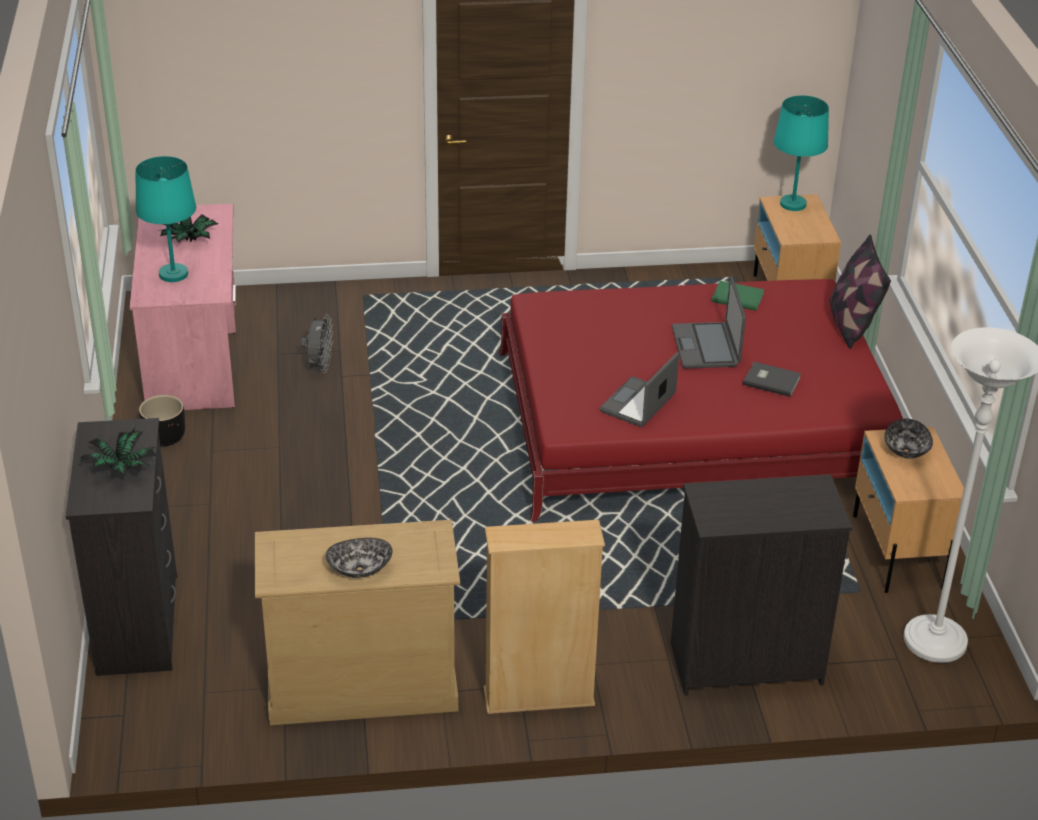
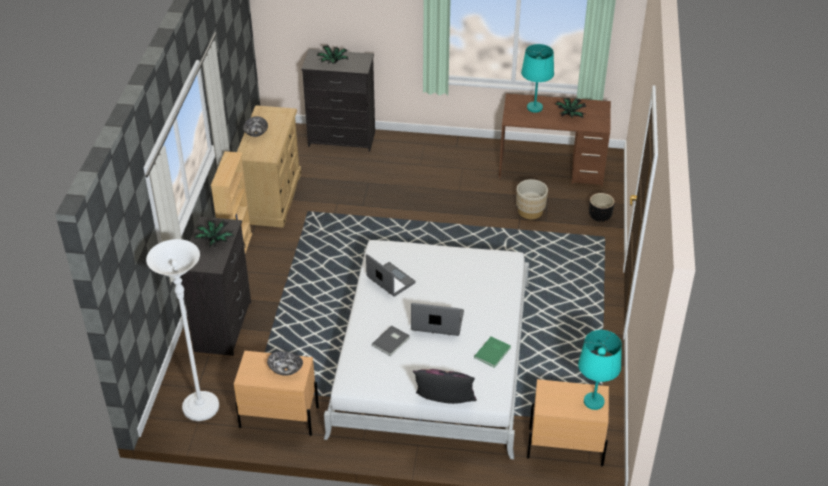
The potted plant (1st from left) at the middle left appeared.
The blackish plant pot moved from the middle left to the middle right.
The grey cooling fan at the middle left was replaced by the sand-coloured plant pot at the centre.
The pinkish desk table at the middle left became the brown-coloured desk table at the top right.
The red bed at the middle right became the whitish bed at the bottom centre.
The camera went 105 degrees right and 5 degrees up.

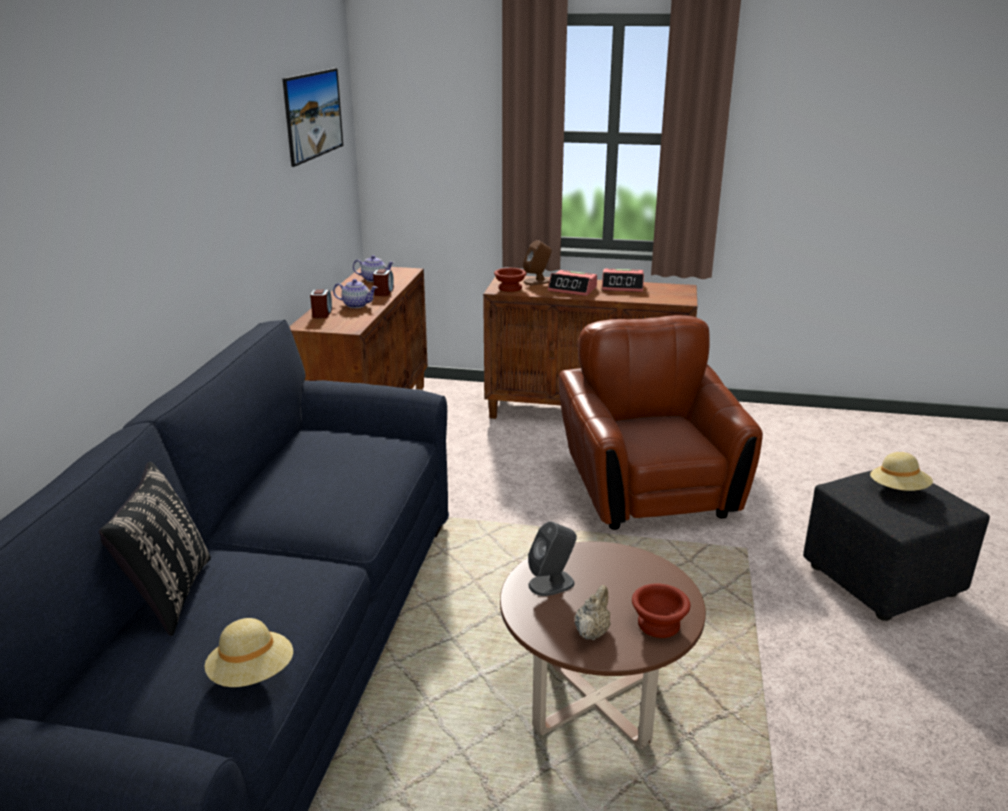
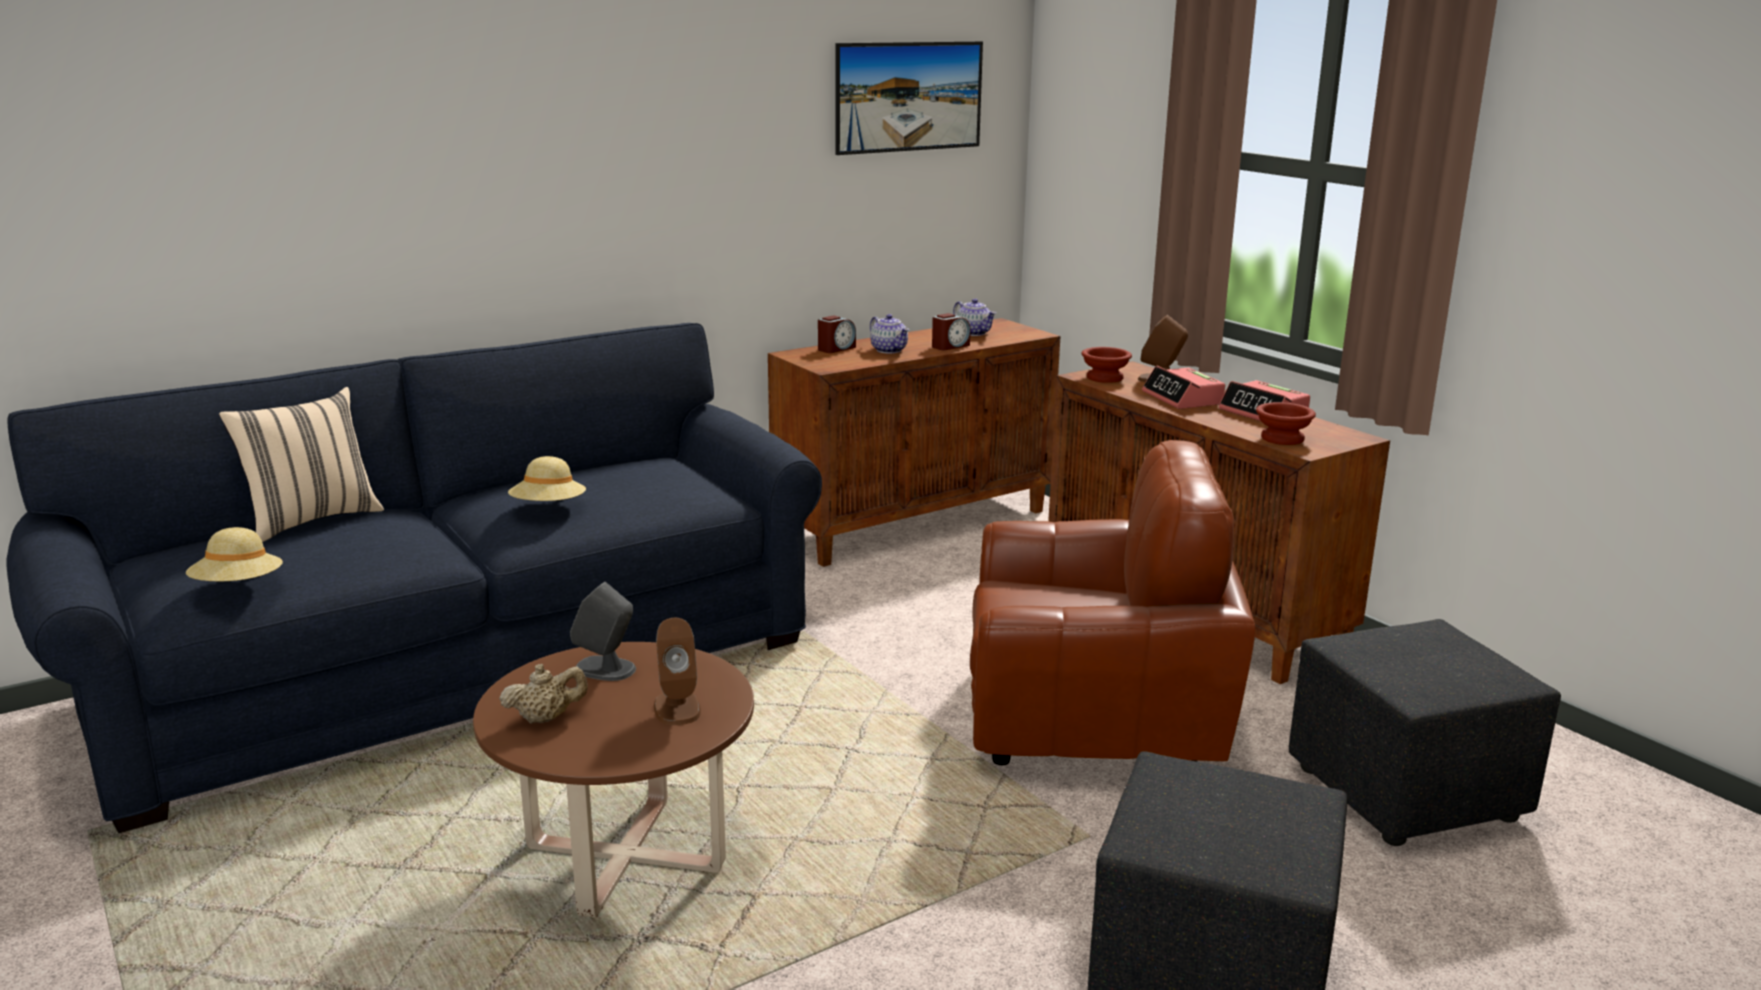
The brown-coloured loudspeaker (1st from left) at the bottom centre appeared.
The blackish pouffe (2nd from left) at the bottom right appeared.
The brown-coloured bowl (2nd from left) moved from the bottom centre to the middle right.
The sand-coloured clothing hat (2nd from left) moved from the middle right to the middle left.
The blackish pillow at the bottom left became the sand-coloured pillow at the middle left.
The brown-coloured easy chair at the centre turned 60 degrees clockwise.
The camera went 45 degrees right and 5 degrees down.

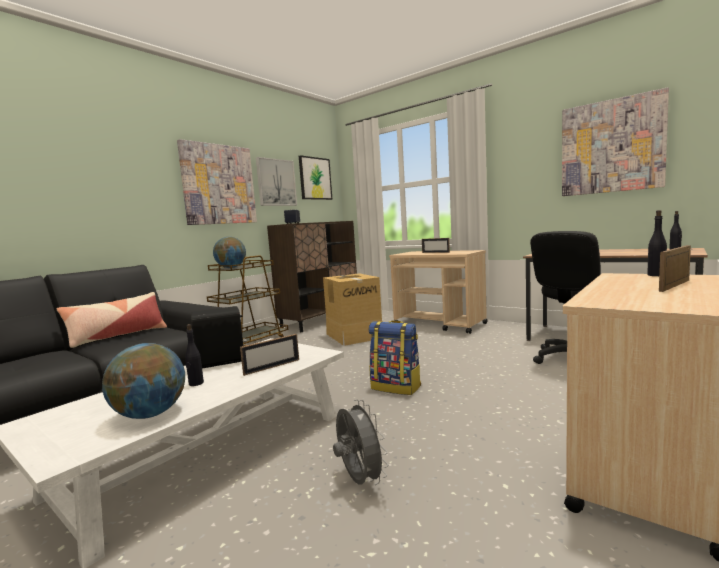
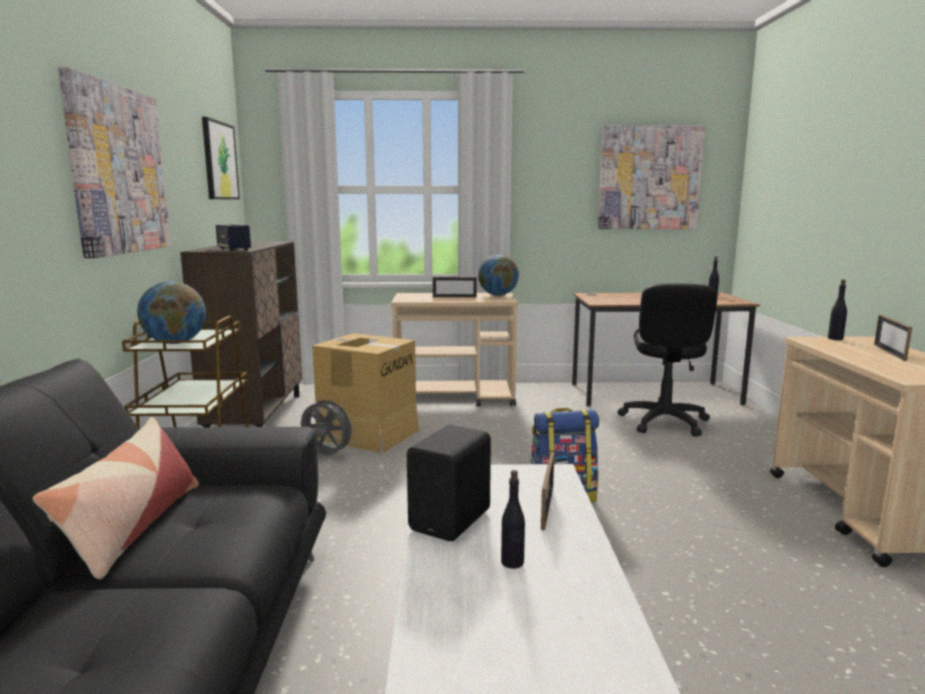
The wall art (2nd from left) at the top centre disappeared.
The desk globe (1st from left in the first image) moved from the bottom left to the centre.
The grey cooling fan moved from the bottom centre to the centre.
The camera went 40 degrees left and 5 degrees up.

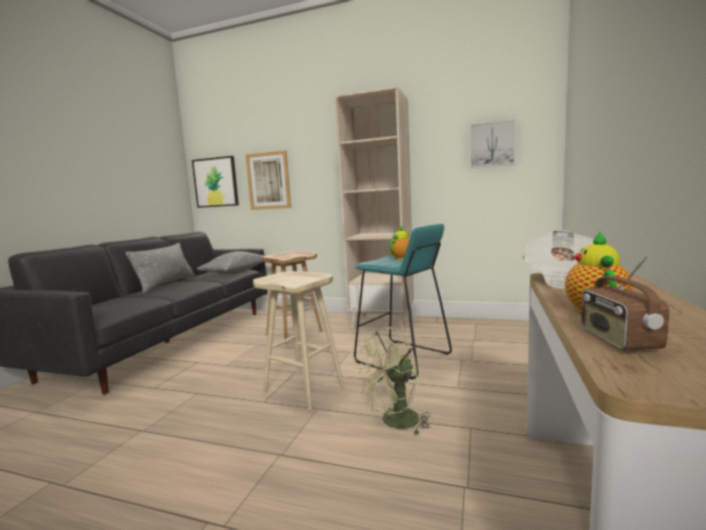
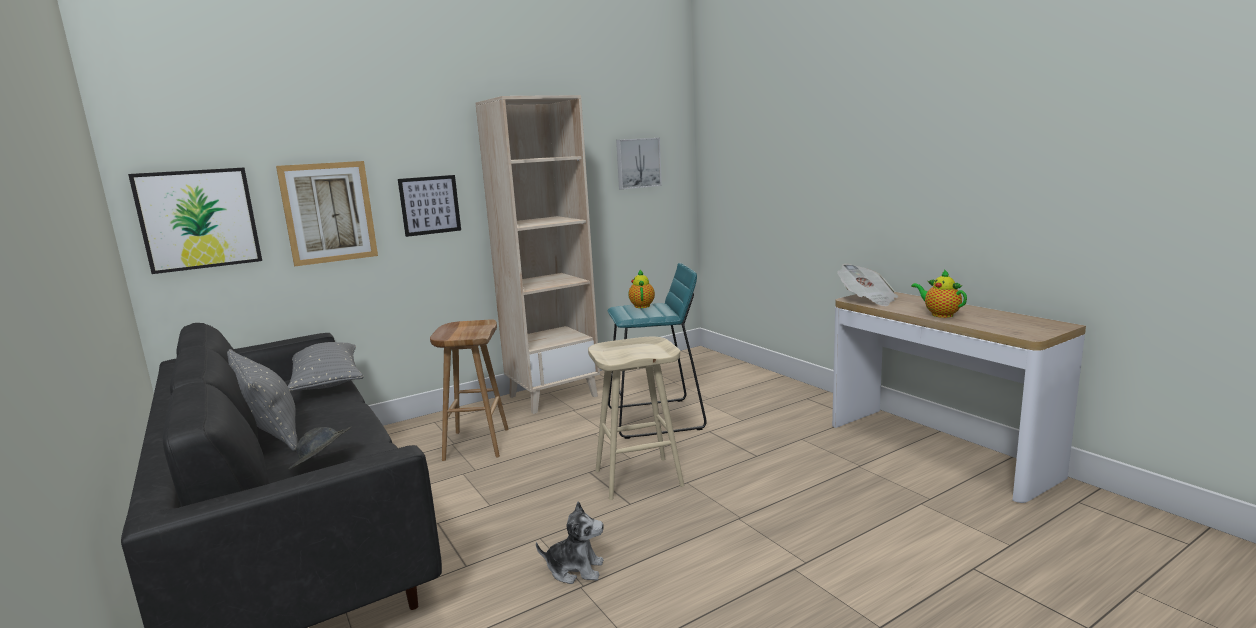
The green-coloured cooling fan at the bottom centre disappeared.
The radio at the middle right disappeared.
The grey clothing hat at the bottom left appeared.
The wall art (3rd from left) at the top centre appeared.
The cuddly toy at the bottom centre appeared.
The camera went 50 degrees left and 5 degrees up.

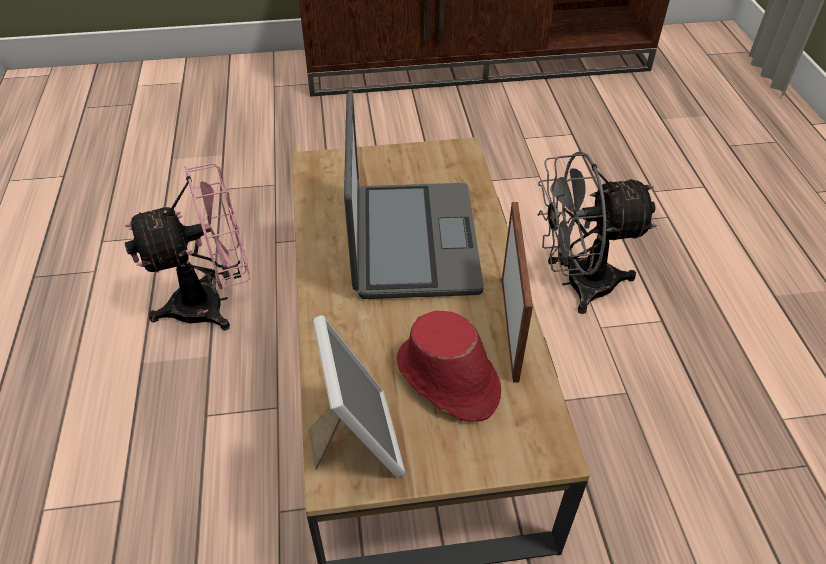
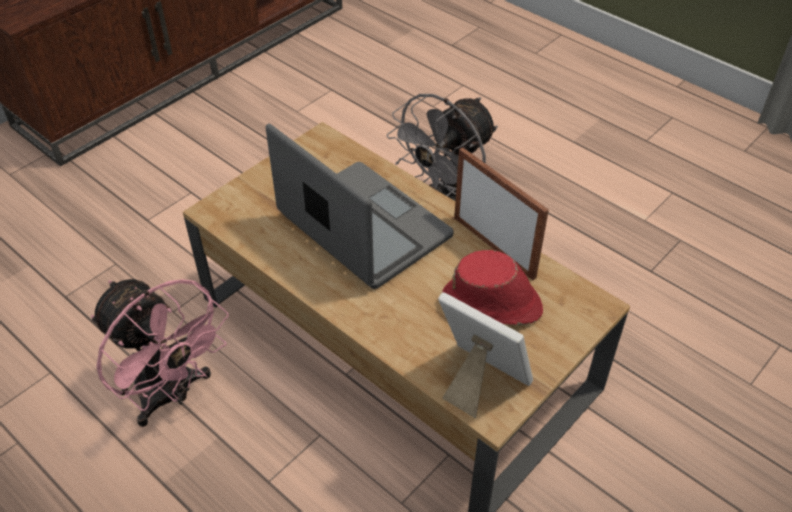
The pinkish cooling fan at the middle left turned 105 degrees clockwise.
The camera went 40 degrees left and 0 degrees up.

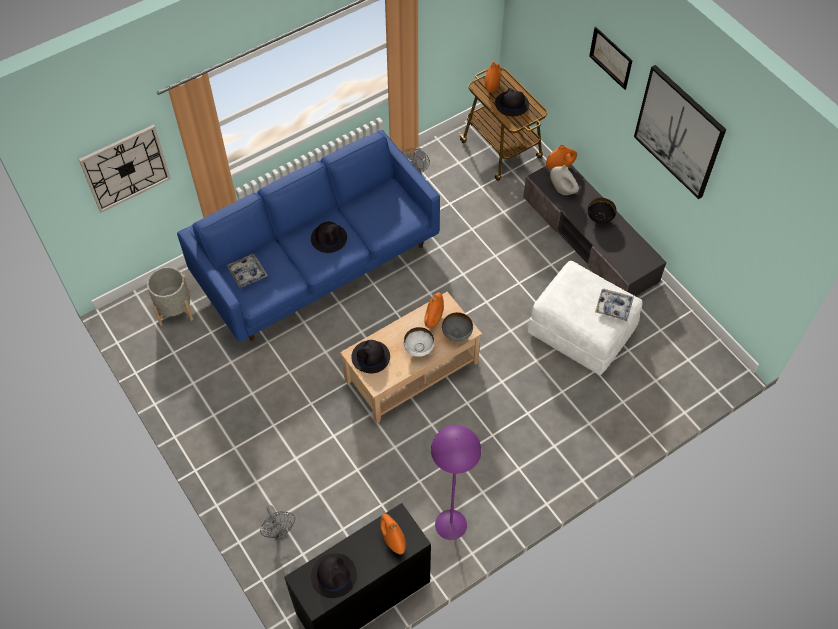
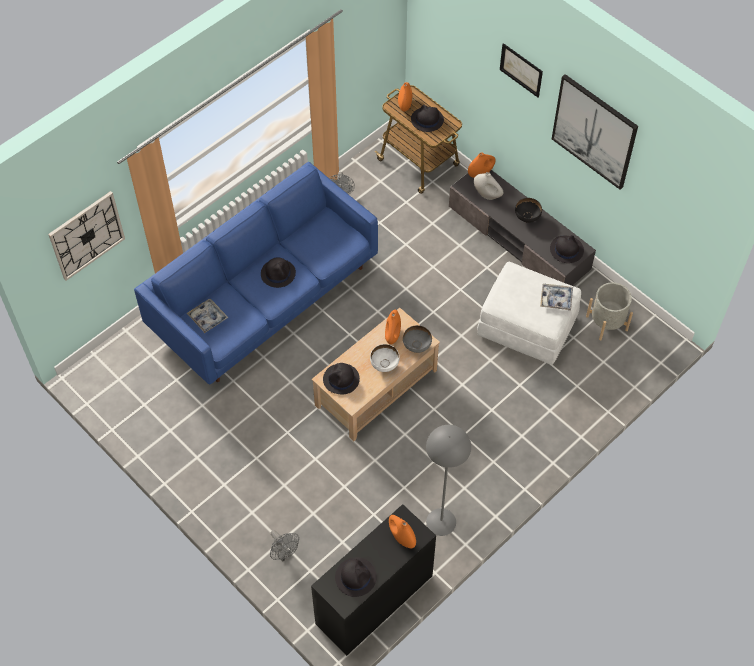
The blackish clothing hat (5th from left) at the middle right appeared.
The grey plant pot moved from the middle left to the middle right.
The purple standing lamp at the bottom centre became the grey standing lamp at the bottom centre.
The camera went 10 degrees left and 0 degrees up.

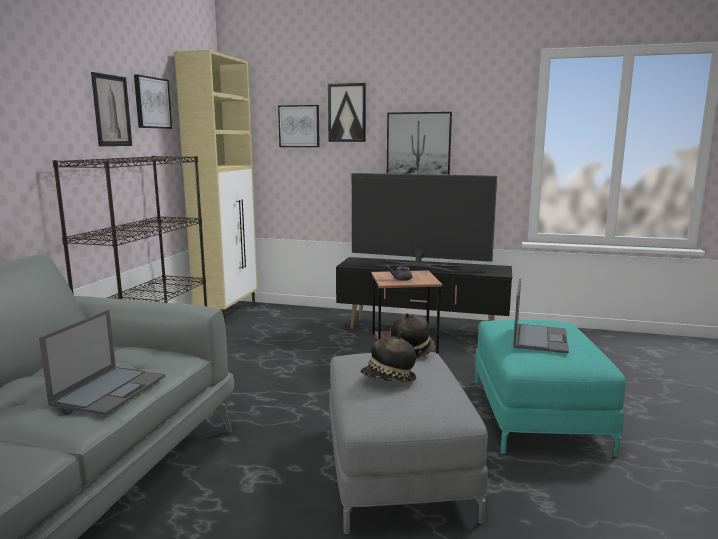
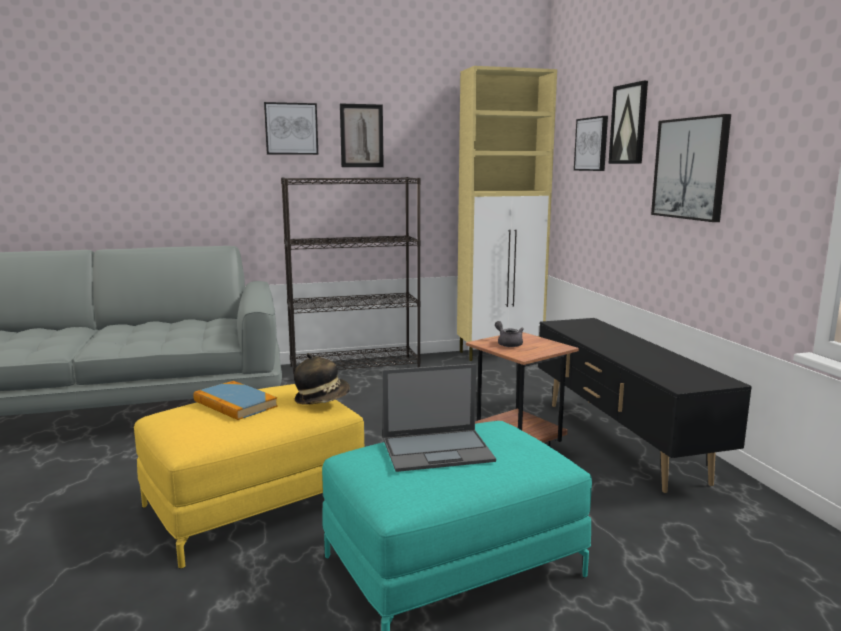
The notebook computer (1st from left) at the bottom left disappeared.
The television at the centre disappeared.
The wall art (2nd from left in the first image) moved from the top left to the top centre.
The clothing hat (1st from left) at the centre was replaced by the book at the middle left.
The grey pouffe at the bottom centre became the yellowish pouffe at the bottom left.
The camera went 60 degrees right and 0 degrees up.

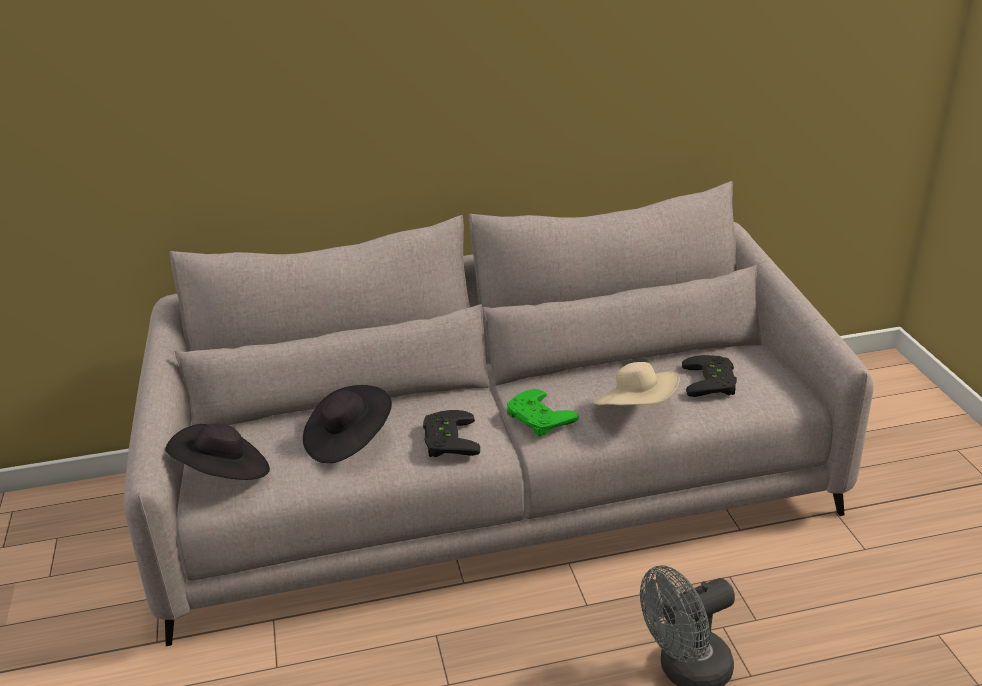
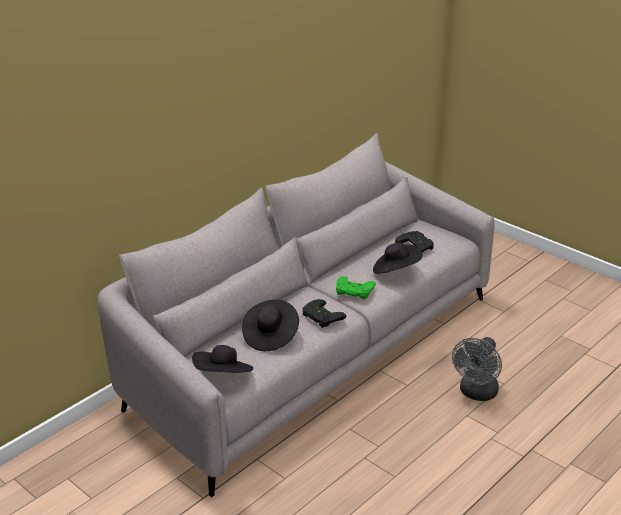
The sand-coloured clothing hat at the centre became the blackish clothing hat (3rd from left) at the centre.
The camera went 35 degrees left and 0 degrees up.

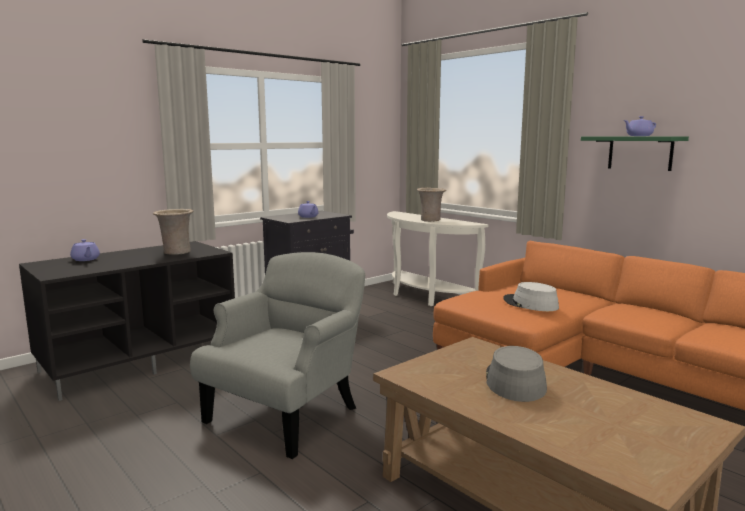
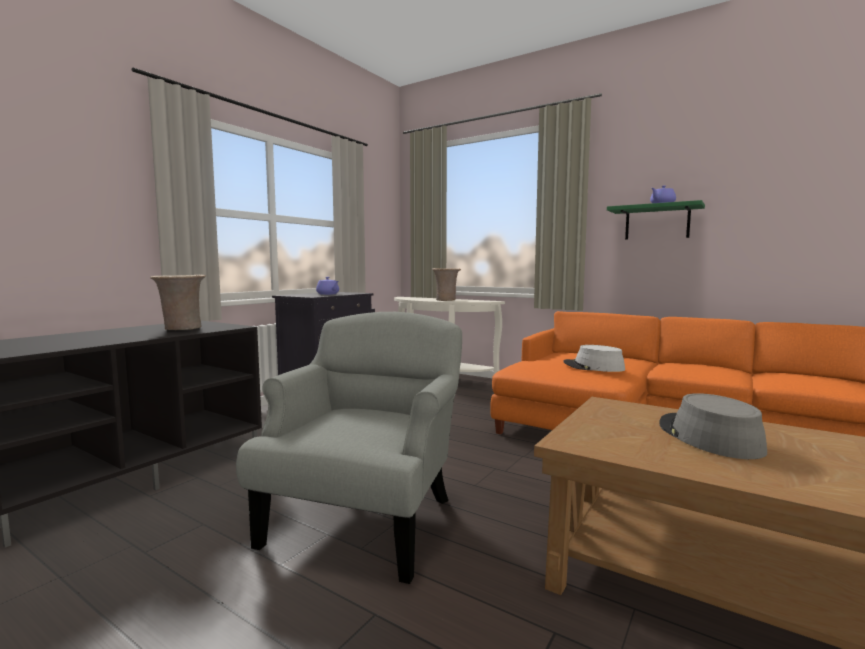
The purple pot for tea (1st from left) at the middle left disappeared.
The camera went 15 degrees left and 5 degrees down.

